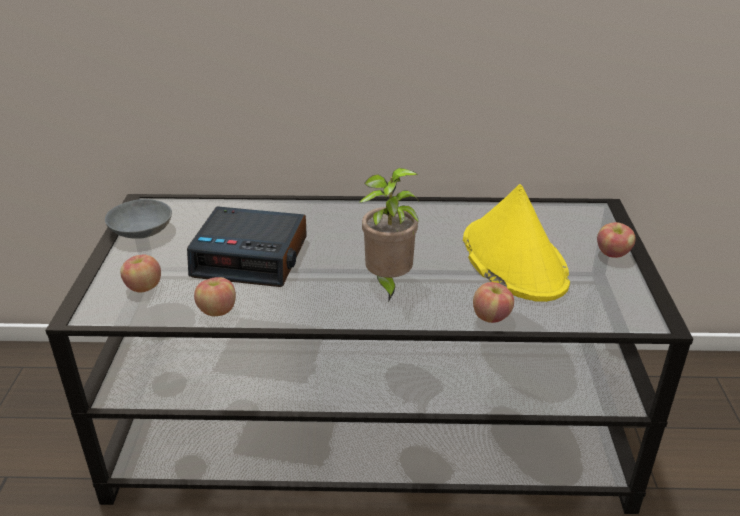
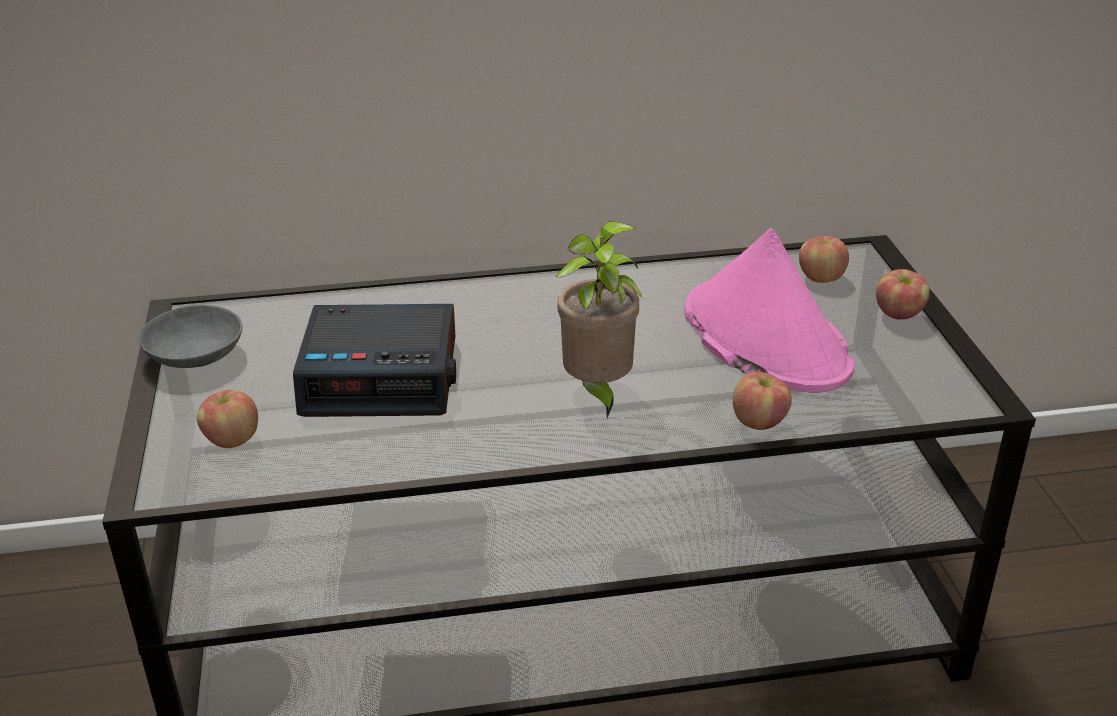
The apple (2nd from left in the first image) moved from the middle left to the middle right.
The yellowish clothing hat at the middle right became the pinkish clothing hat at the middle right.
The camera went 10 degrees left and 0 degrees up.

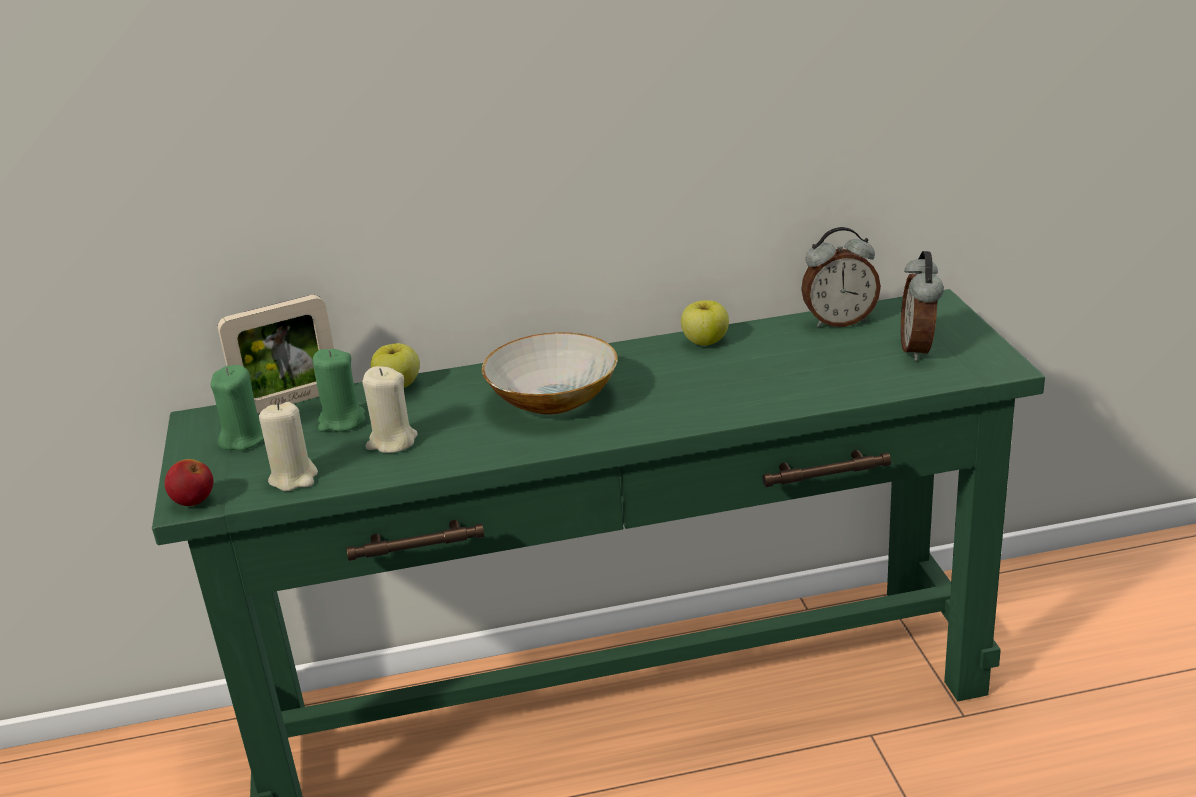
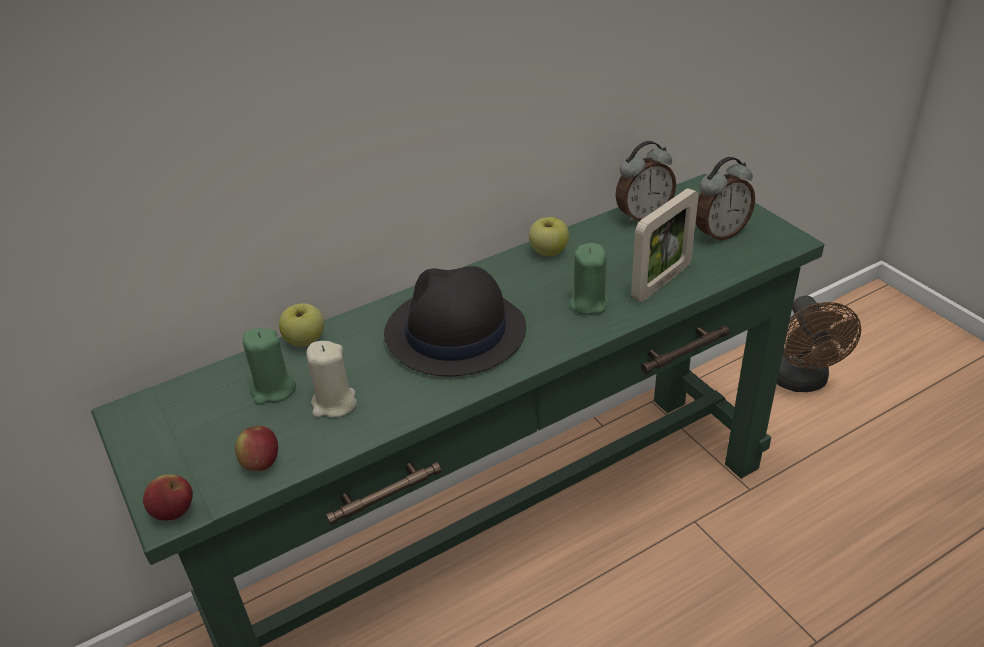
The brown-coloured cooling fan at the middle right appeared.
The green-coloured wax candle (1st from left in the first image) moved from the middle left to the centre.
The picture frame moved from the middle left to the middle right.
The sand-coloured wax candle (1st from left) at the middle left was replaced by the apple (2nd from left) at the bottom left.
The bowl at the centre was replaced by the blackish clothing hat at the centre.
The alarm clock (2nd from left) at the middle right turned 105 degrees counterclockwise.
The camera went 20 degrees left and 10 degrees up.

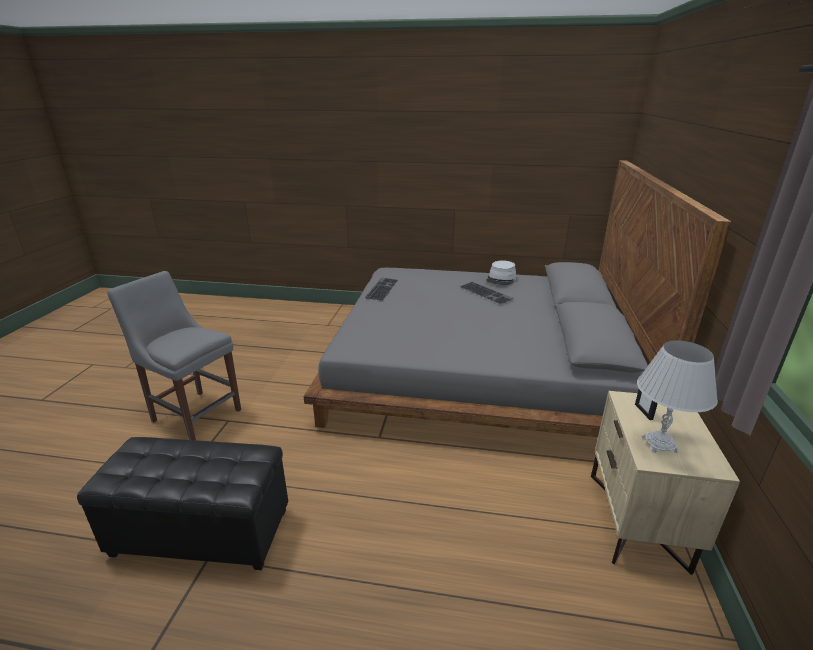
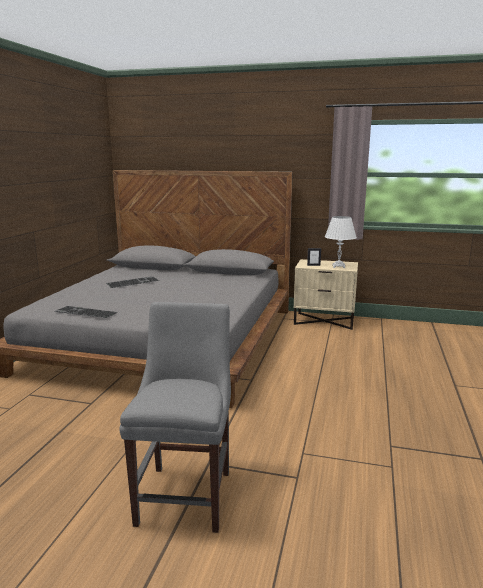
The blackish pouffe at the bottom left disappeared.
The grey clothing hat at the centre disappeared.
The grey chair at the middle left turned 150 degrees clockwise.
The camera went 85 degrees left and 10 degrees down.

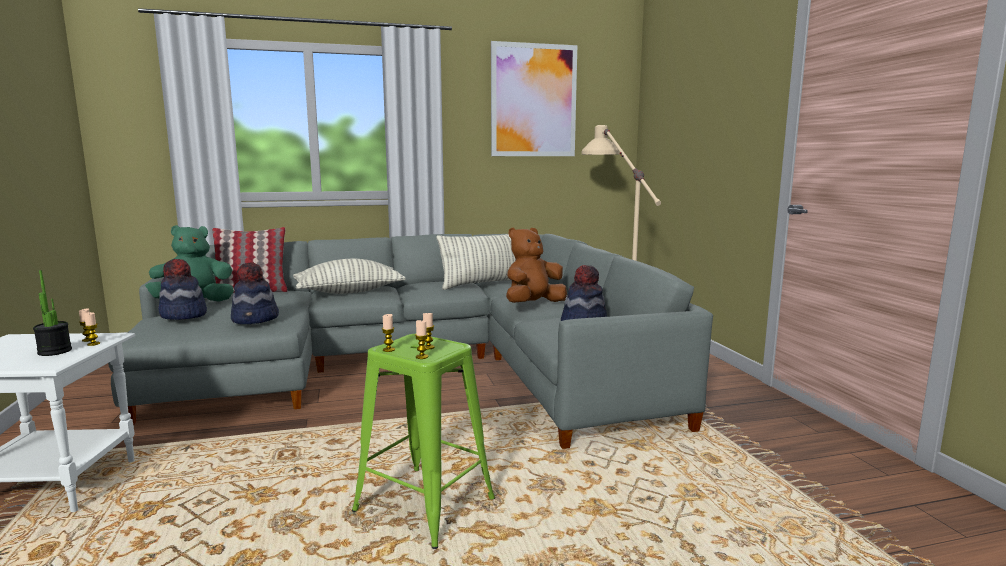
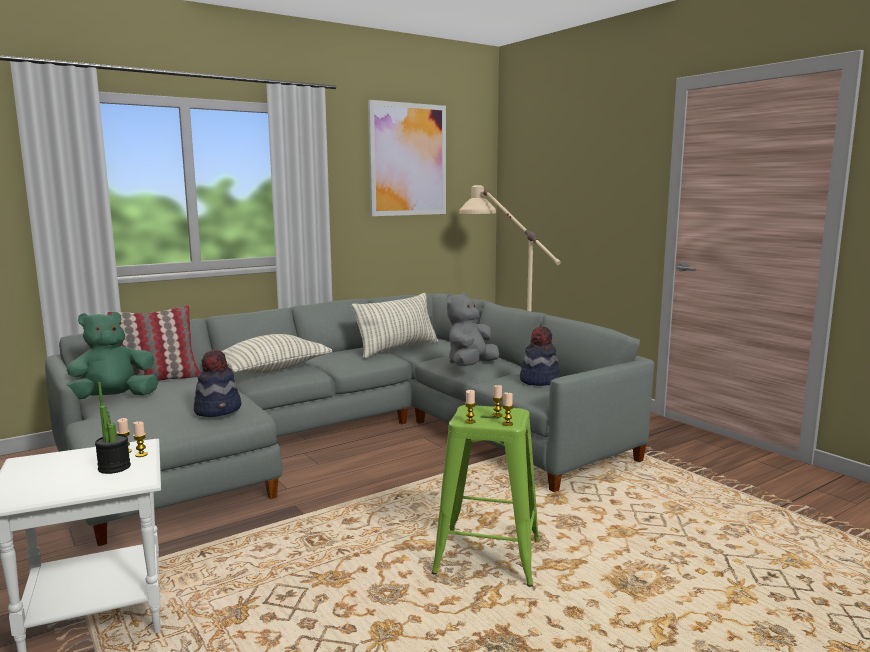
The clothing hat (1st from left) at the middle left disappeared.
The brown-coloured cuddly toy at the centre became the grey cuddly toy at the centre.
The camera went 20 degrees left and 0 degrees up.

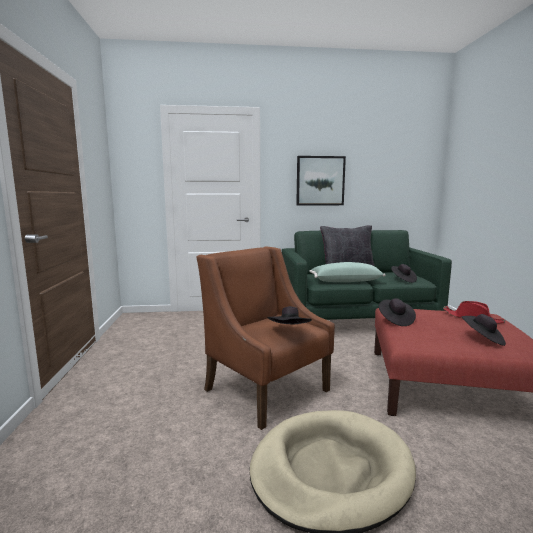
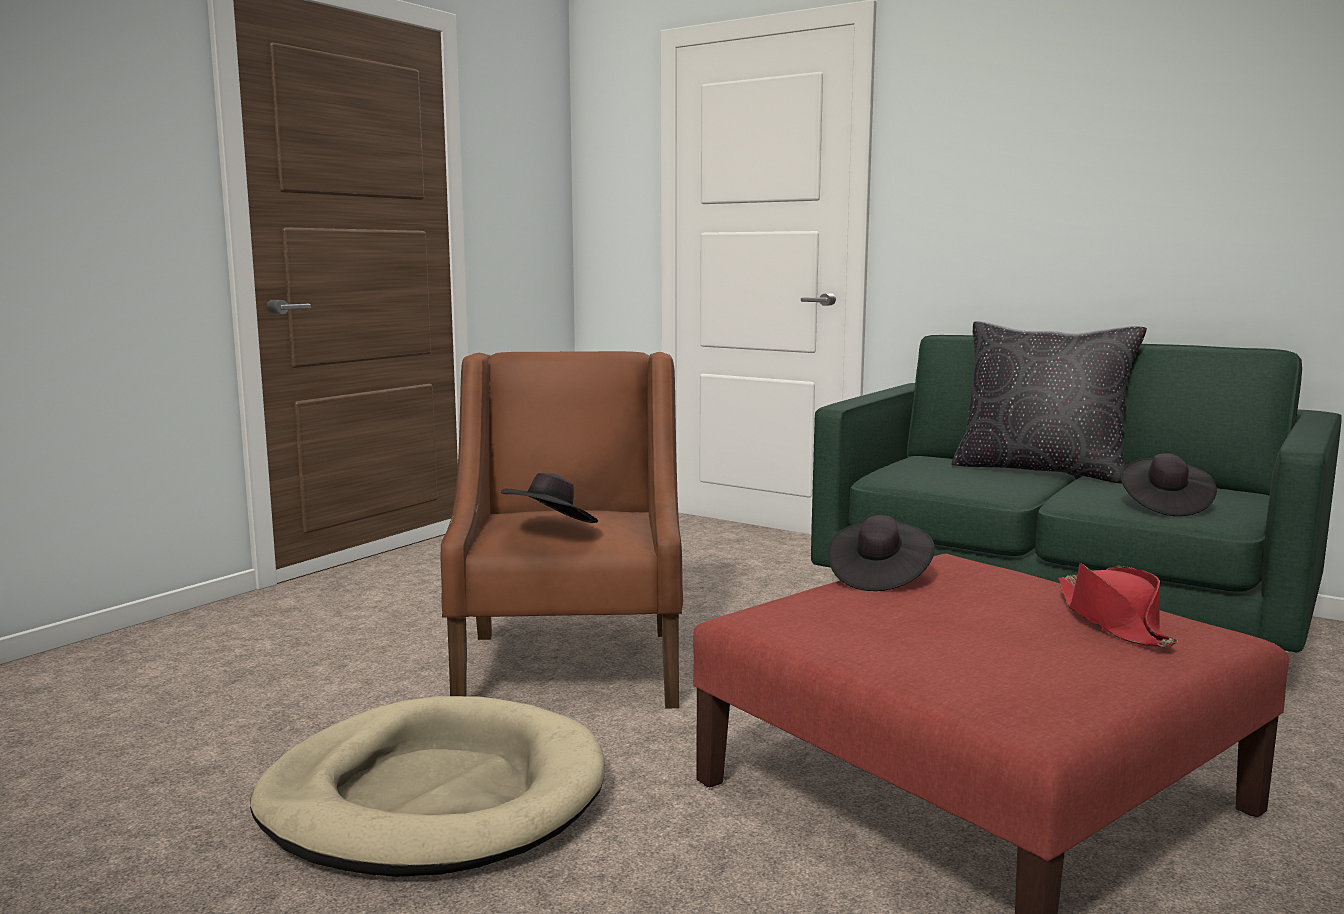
The wall art at the centre disappeared.
The green-coloured pillow at the centre disappeared.
The blackish clothing hat (4th from left) at the middle right disappeared.
The camera went 40 degrees right and 0 degrees up.

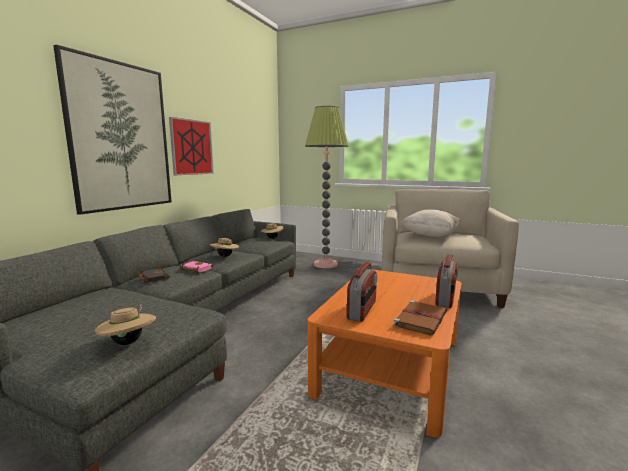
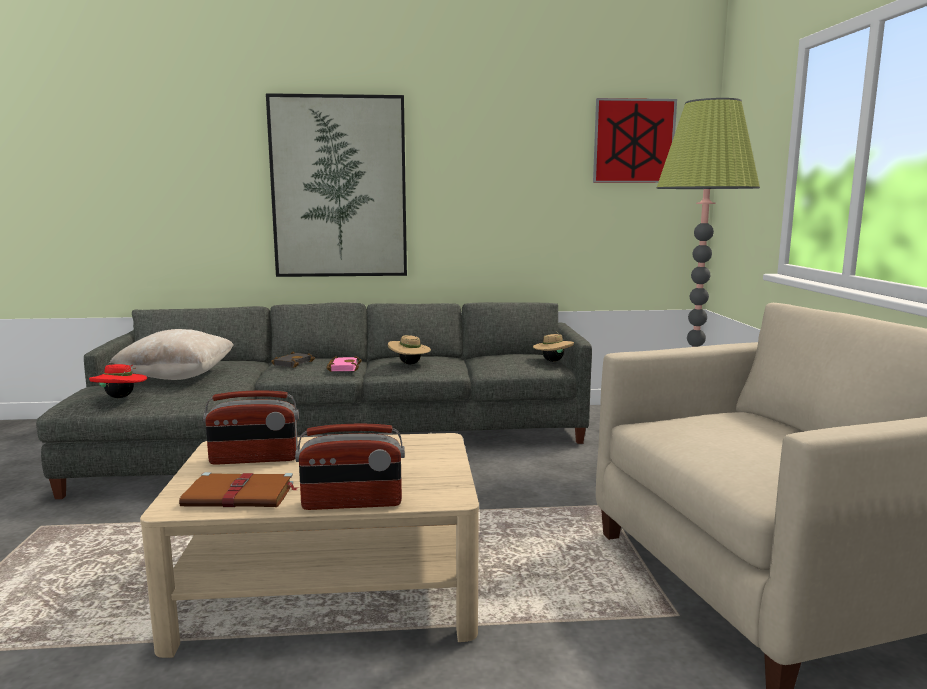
The wall art (2nd from left) moved from the top left to the top right.
The sand-coloured pillow moved from the middle right to the middle left.
The sand-coloured clothing hat (1st from left) at the bottom left became the red clothing hat at the middle left.
The orange low table at the bottom centre became the sand-coloured low table at the bottom centre.
The camera went 60 degrees right and 0 degrees up.

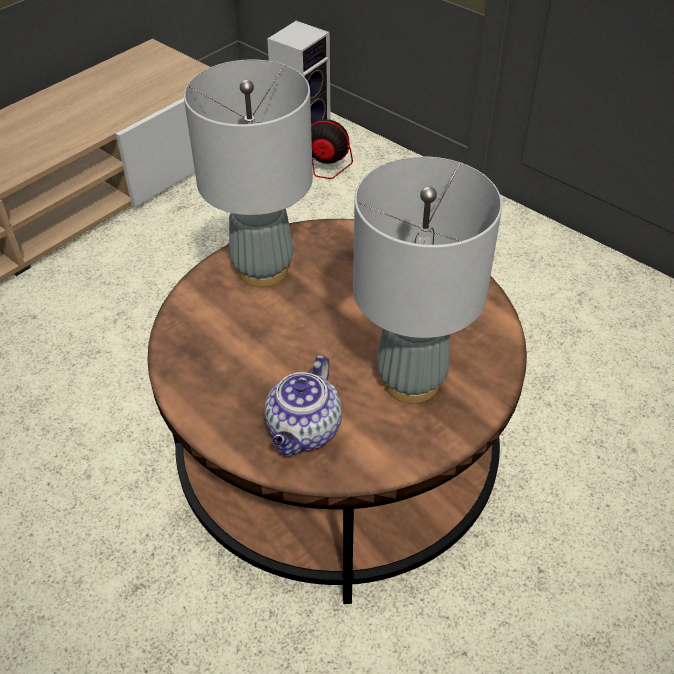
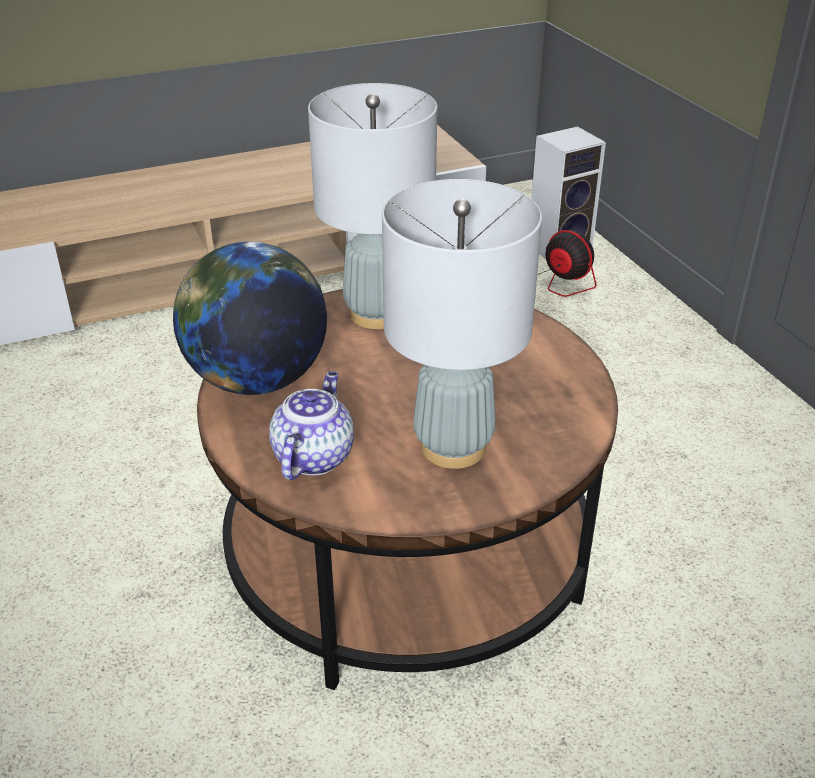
The desk globe at the middle left appeared.
The pot for tea at the centre turned 150 degrees clockwise.
The camera went 25 degrees right and 10 degrees down.

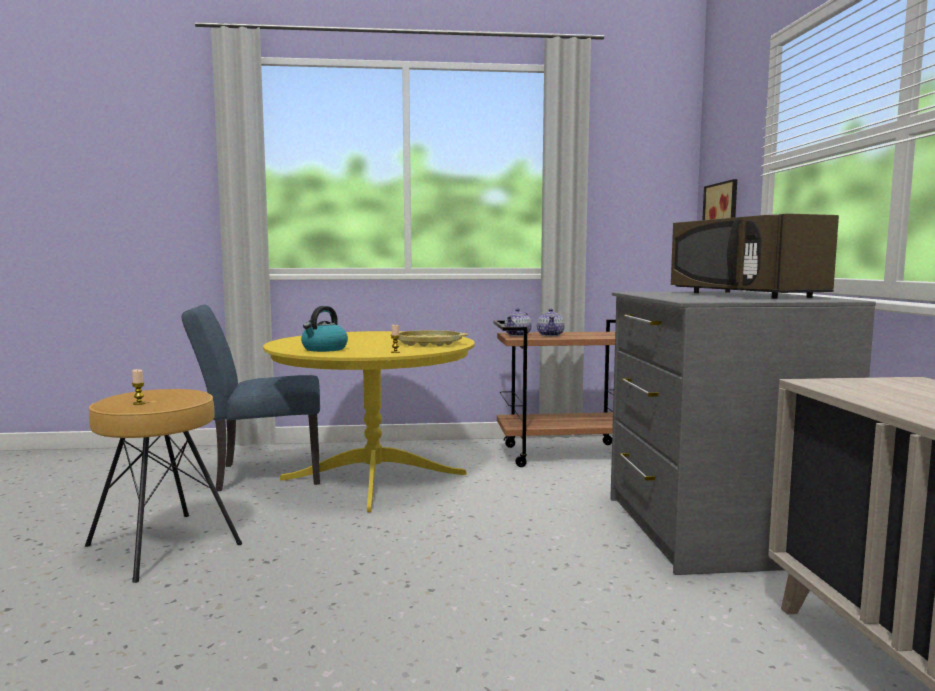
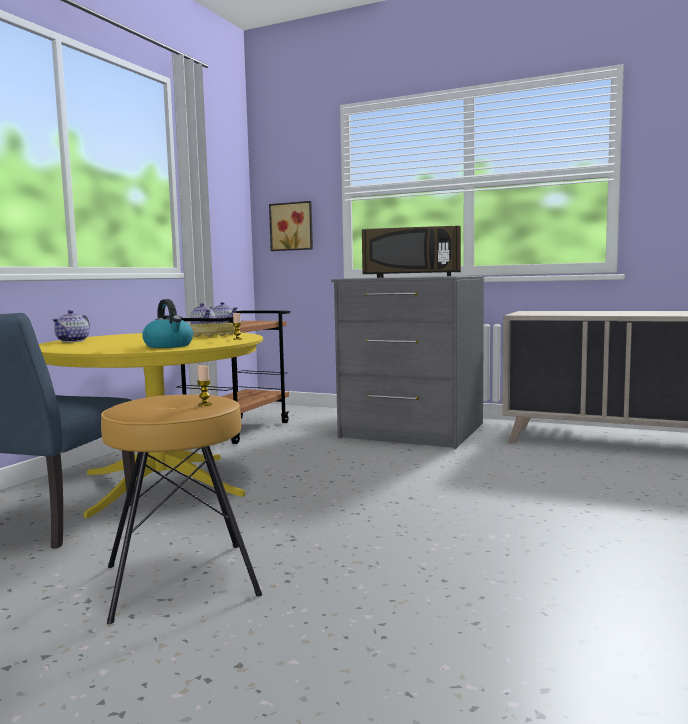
The pot for tea (1st from left) at the middle left appeared.
The camera went 60 degrees left and 0 degrees up.

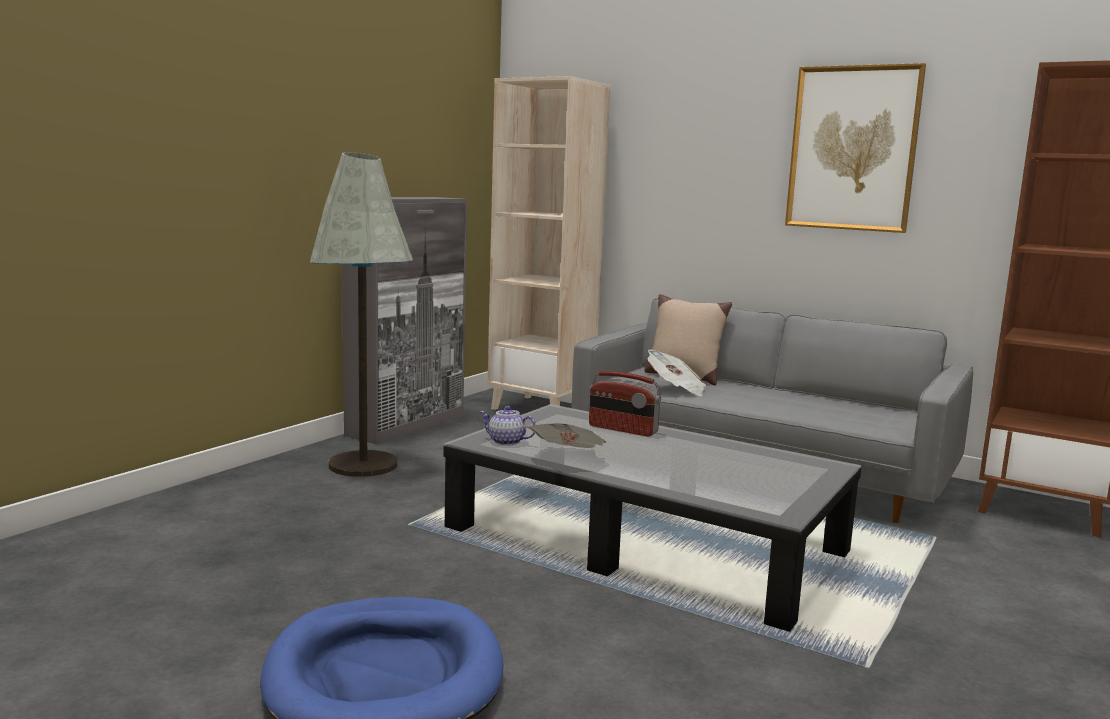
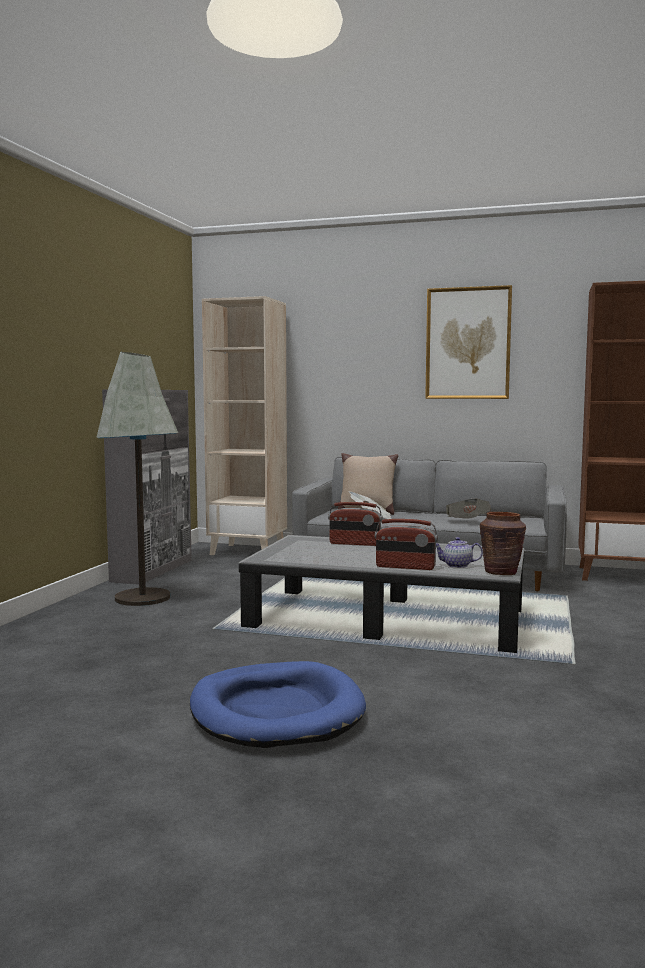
The radio (2nd from left) at the centre appeared.
The brown-coloured decorative vase at the middle right appeared.
The pot for tea moved from the centre to the middle right.
The daily paper (1st from left in the first image) moved from the centre to the middle right.
The camera went 15 degrees left and 5 degrees down.

